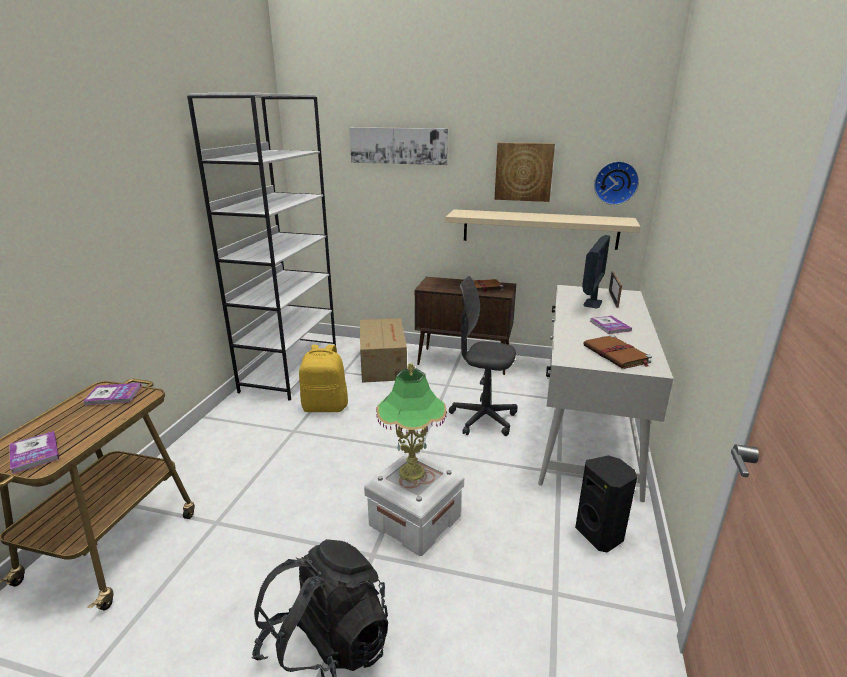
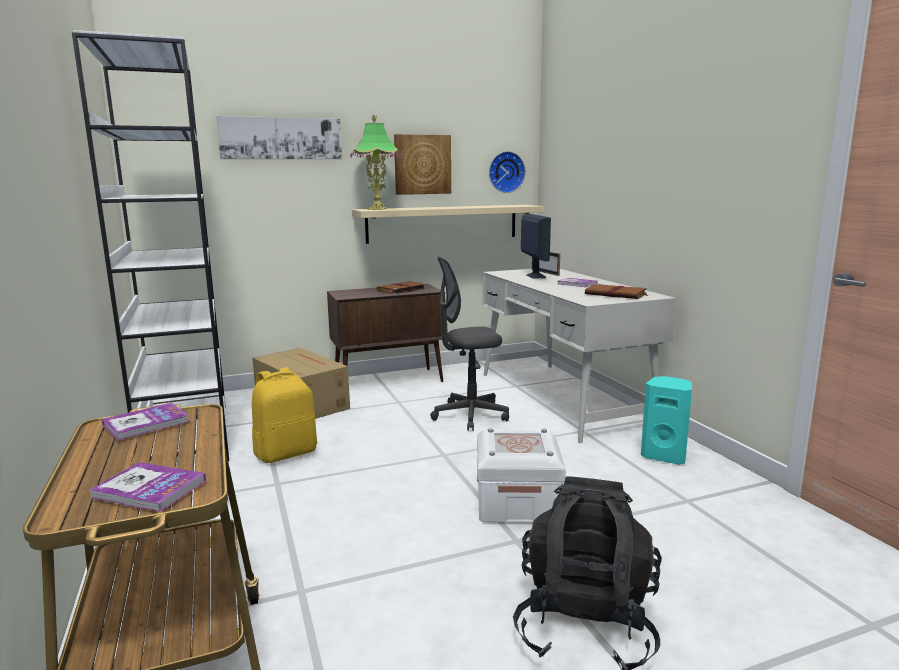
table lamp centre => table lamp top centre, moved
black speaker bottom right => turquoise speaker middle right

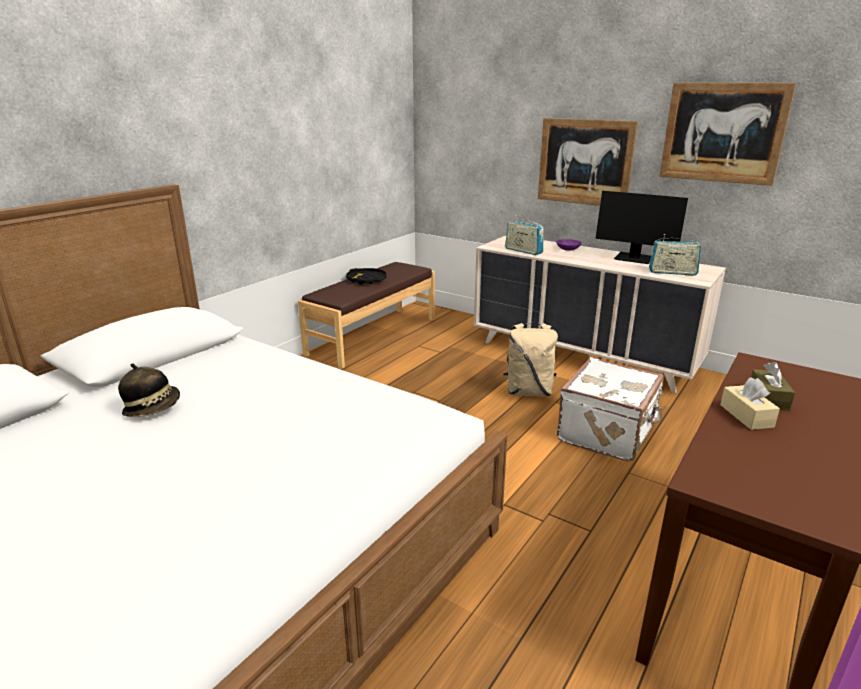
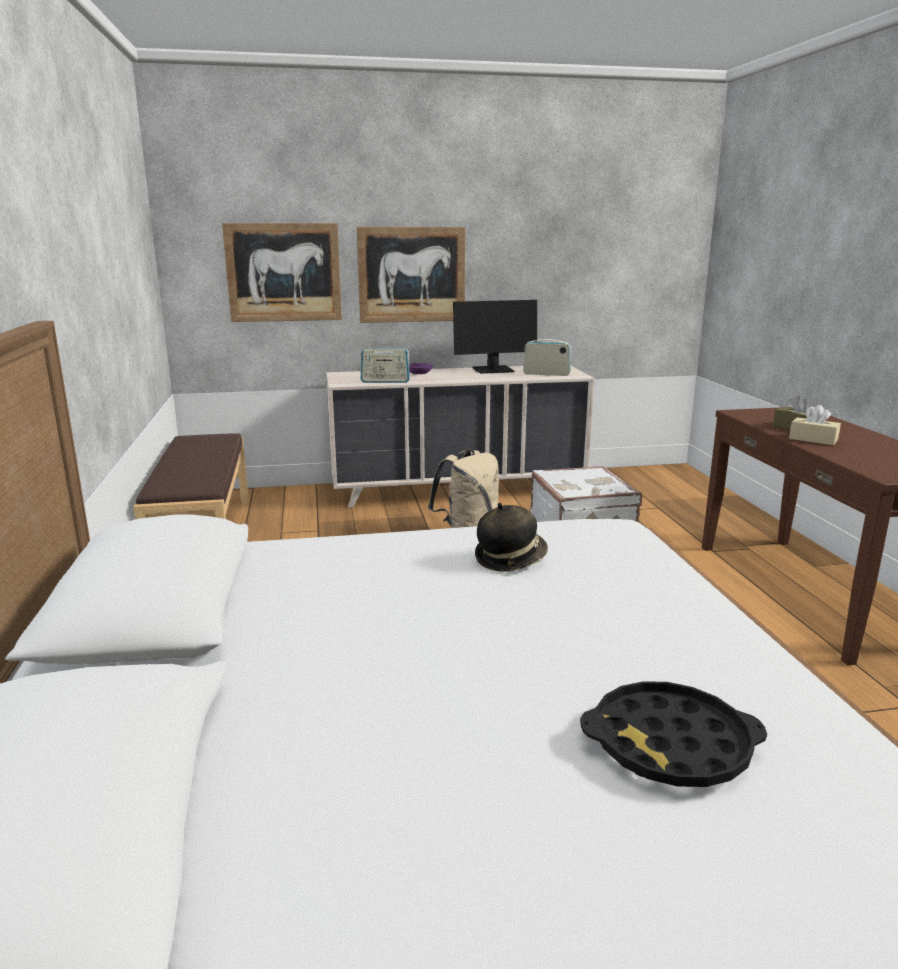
hat middle left => hat centre, moved
black tray centre => black tray bottom right, moved
picture (2nd from left in the first image) top right => picture (1st from left) top left, moved
radio (2nd from left) middle right => radio (2nd from left) centre, 135 degrees counterclockwise

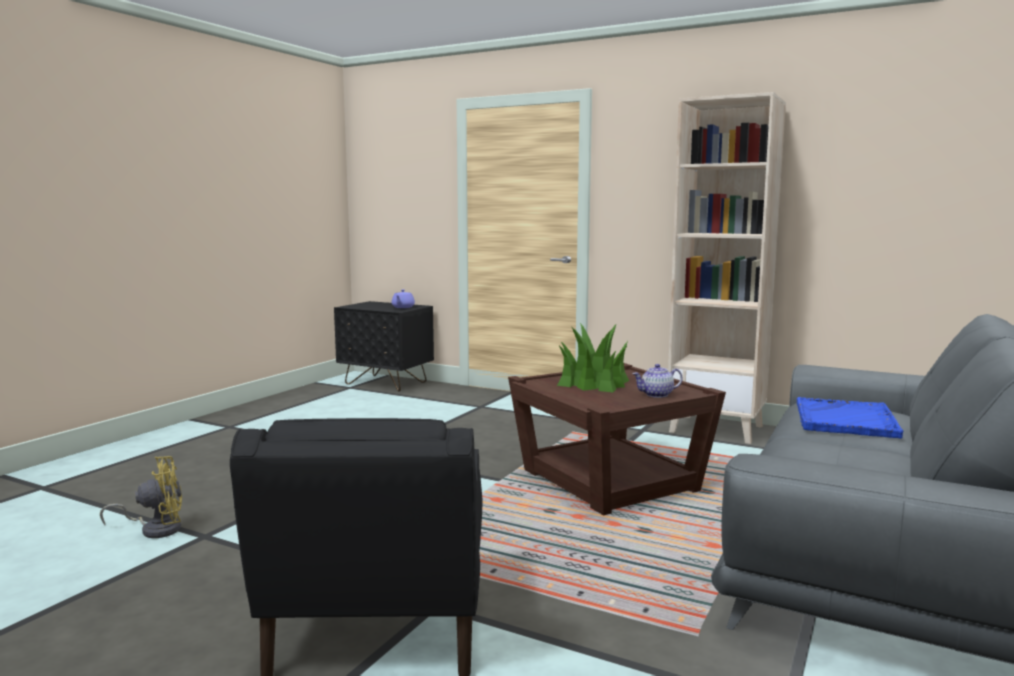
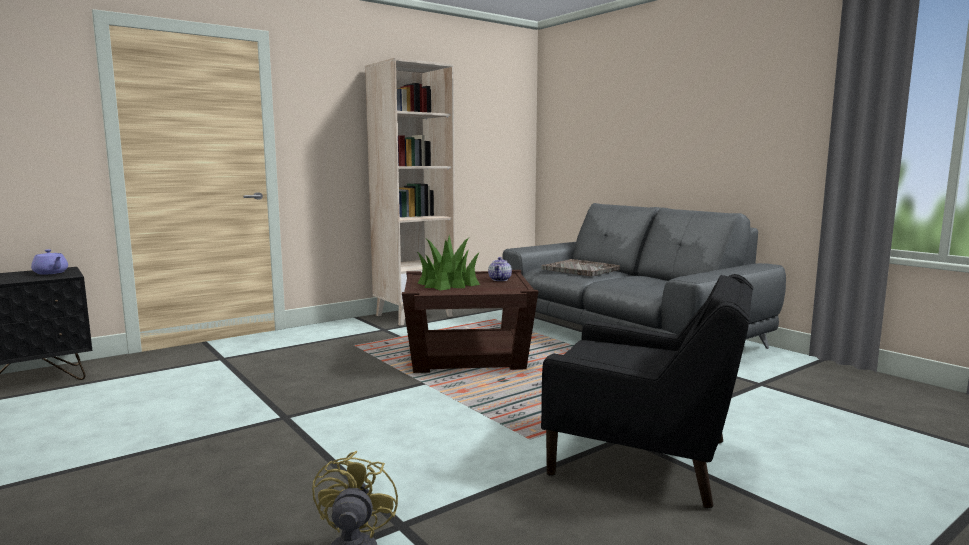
blue tray middle right => grey tray centre

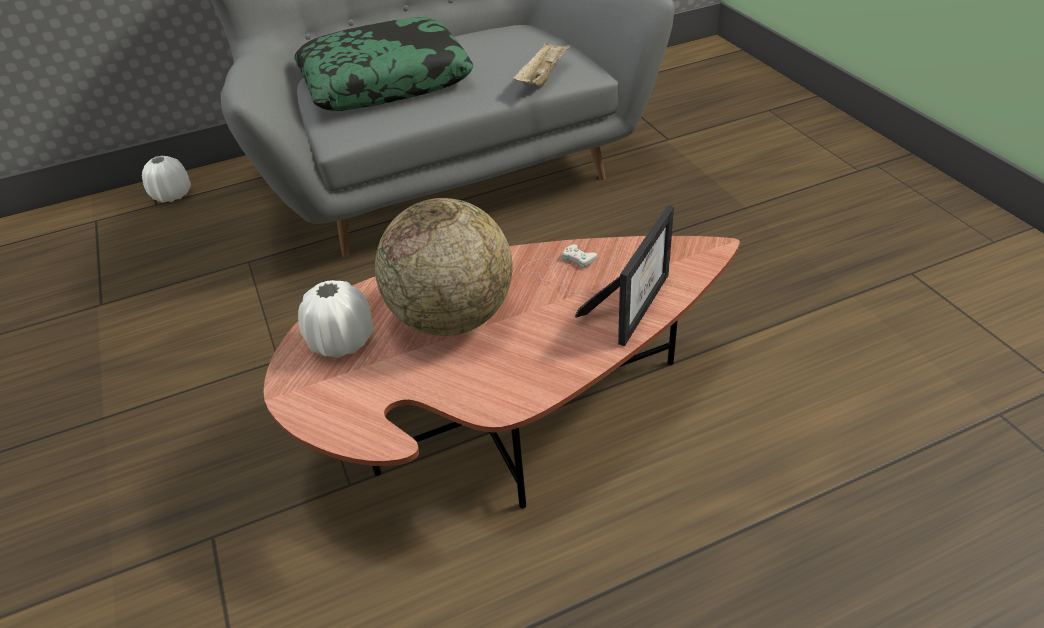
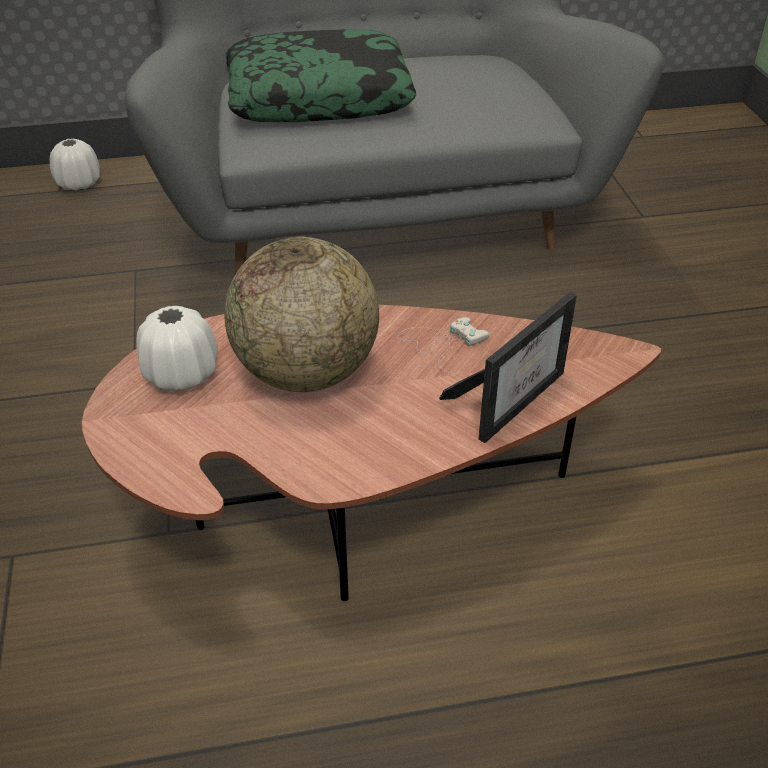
beige tray top centre => nothing

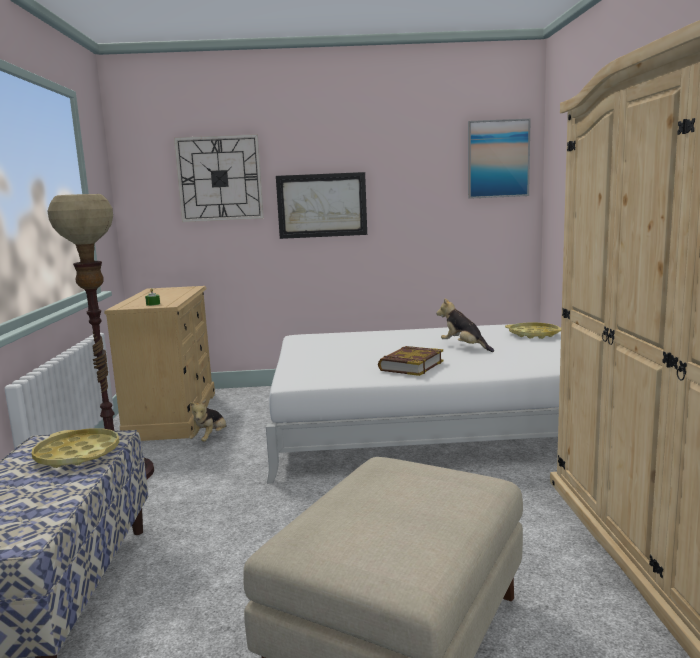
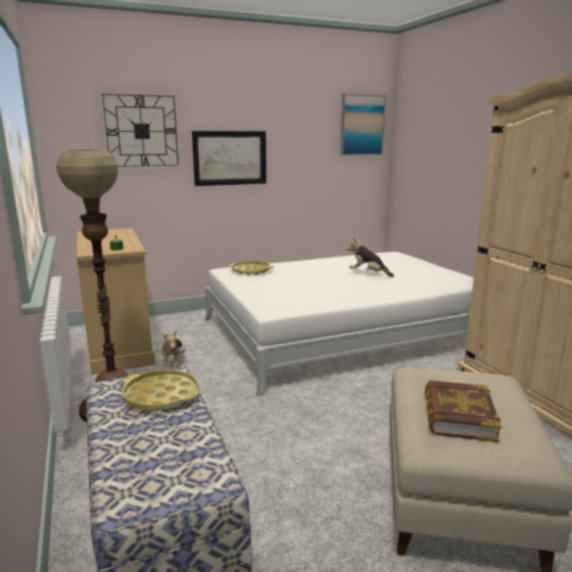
book centre => book bottom right, moved
yellow tray (2nd from left) middle right => yellow tray (2nd from left) centre, moved

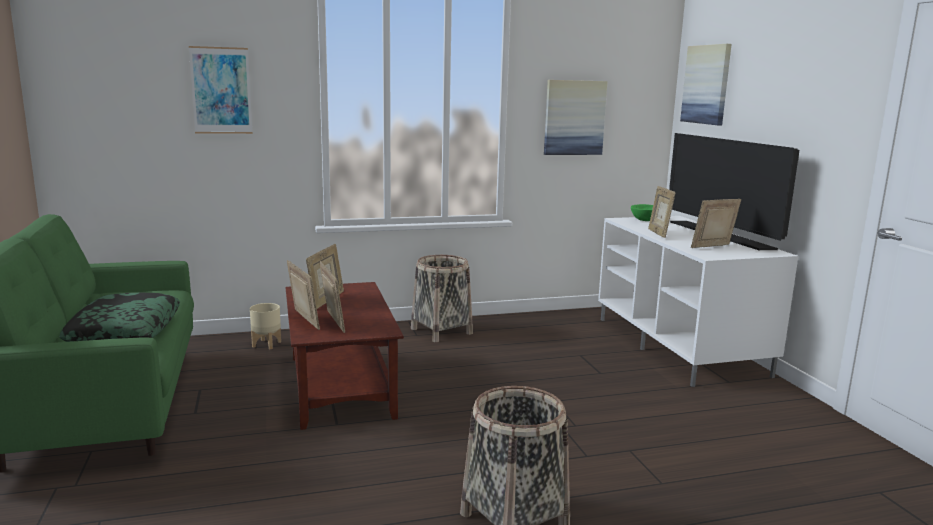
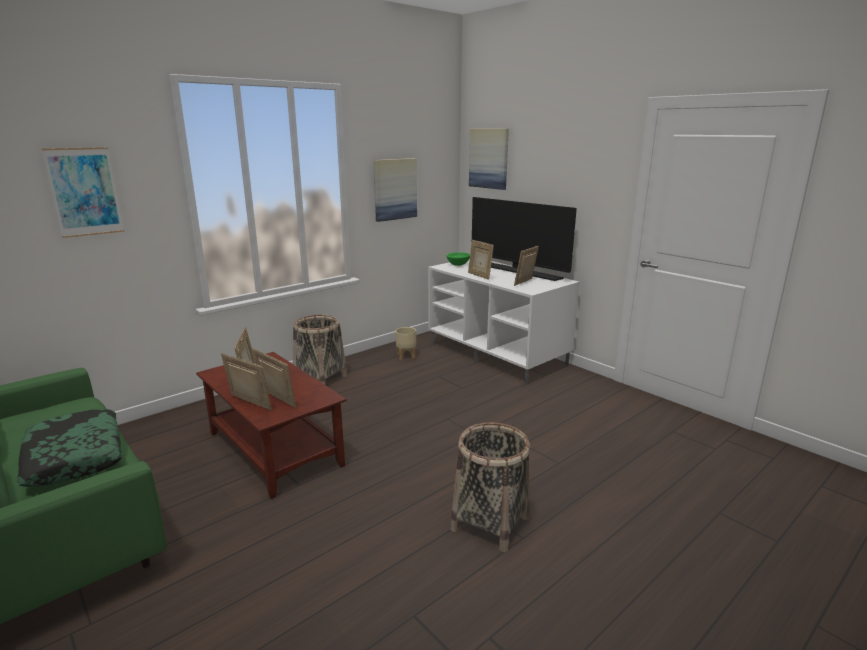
beige planter middle left => beige planter centre, moved

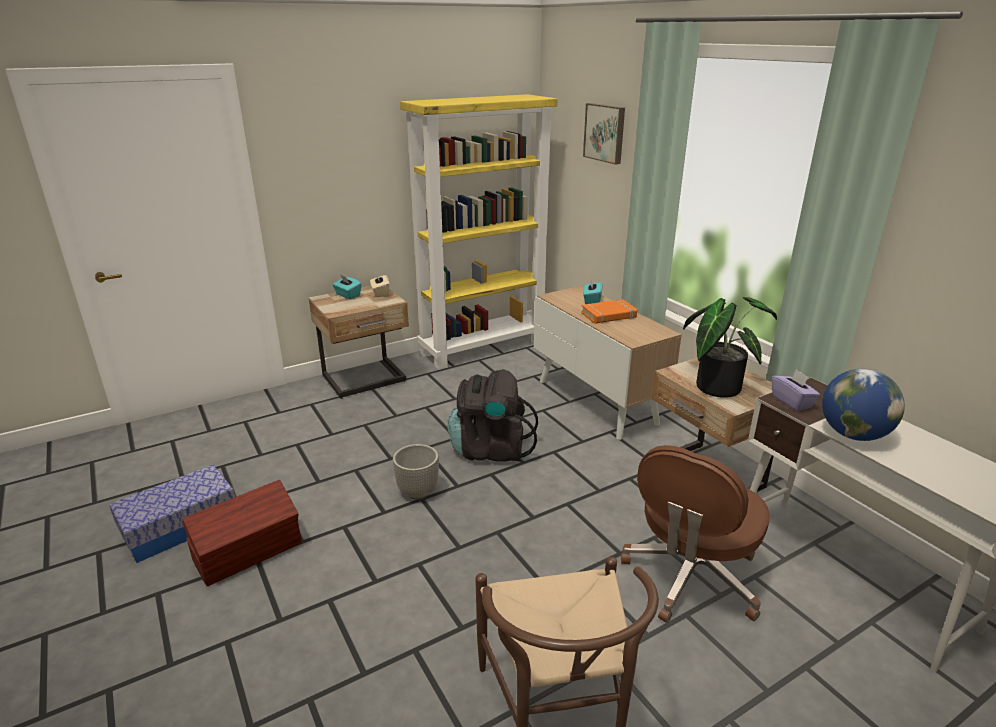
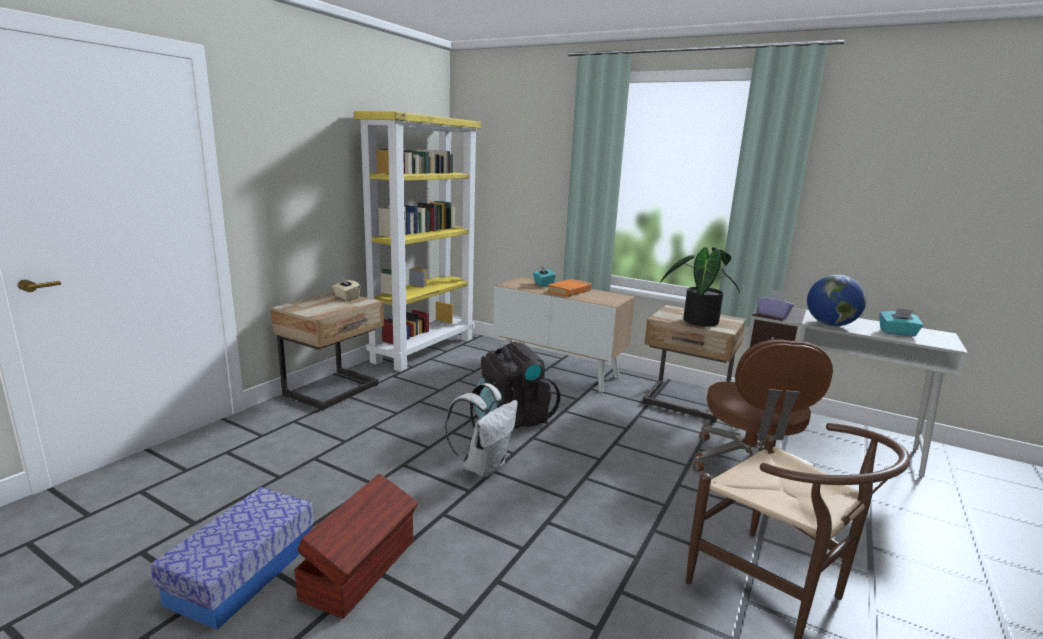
picture top centre => nothing
turquoise tissue box (1st from left in the first image) centre => turquoise tissue box (2nd from left) middle right, moved
planter centre => white backpack bottom centre

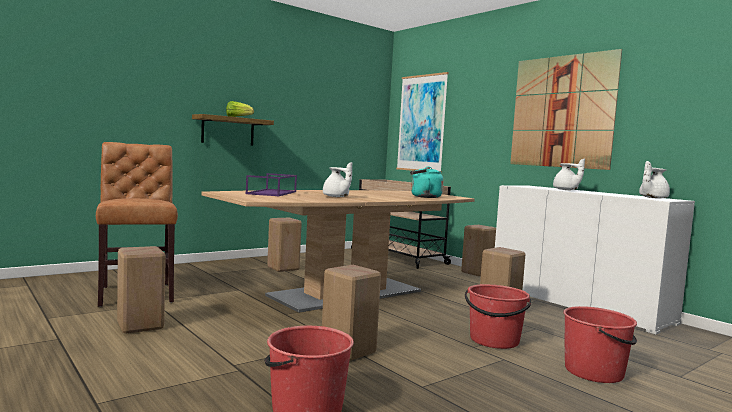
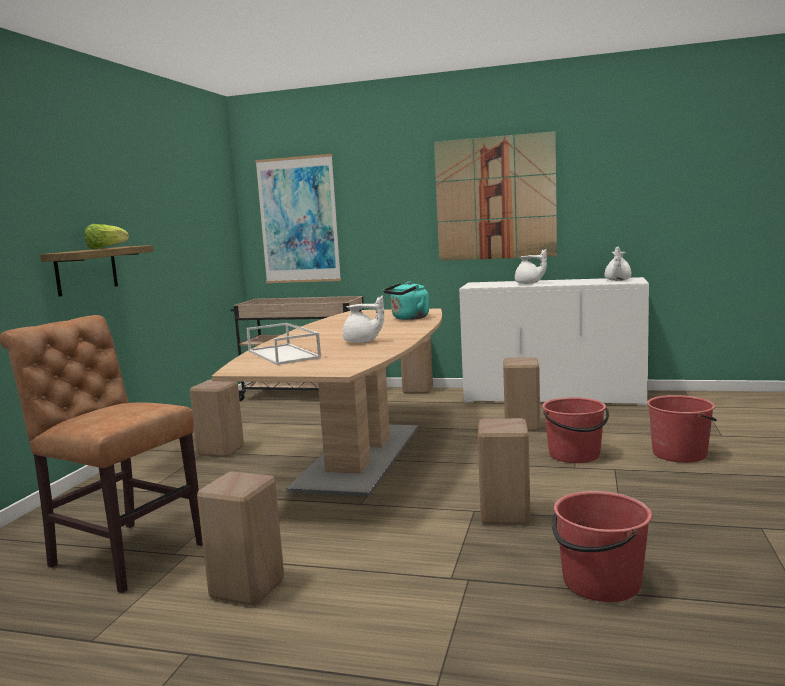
purple tray centre => white tray centre

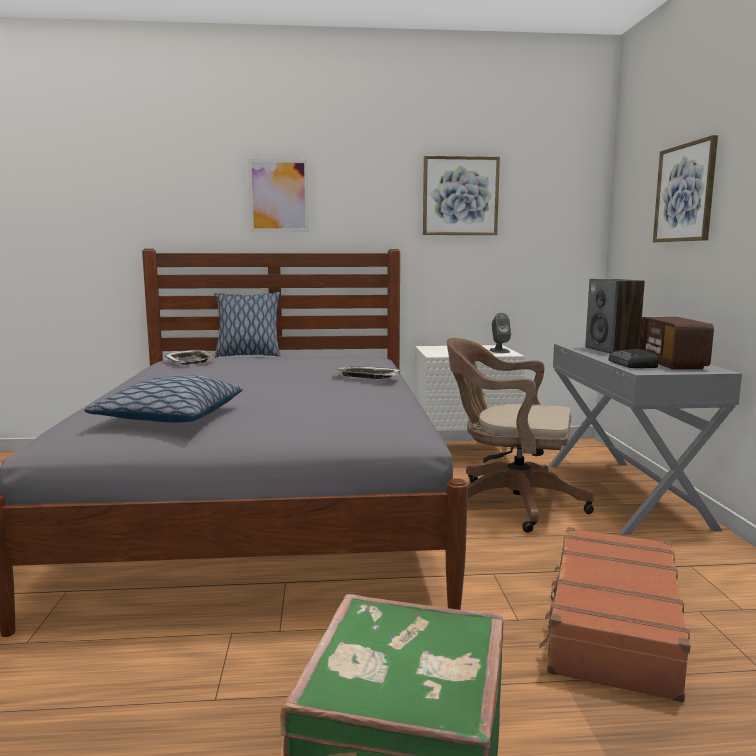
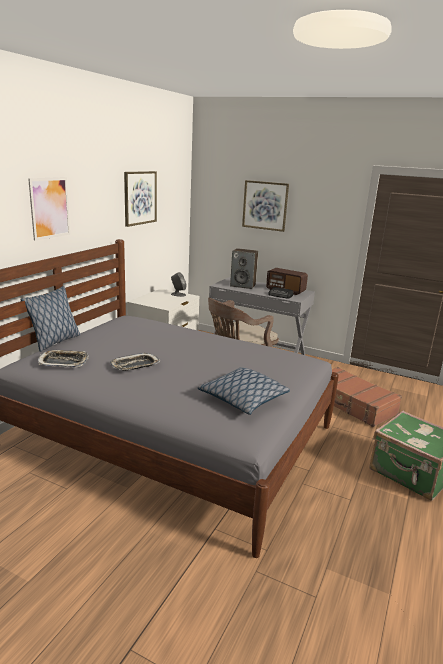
tray (2nd from left) centre => tray (2nd from left) middle left, moved

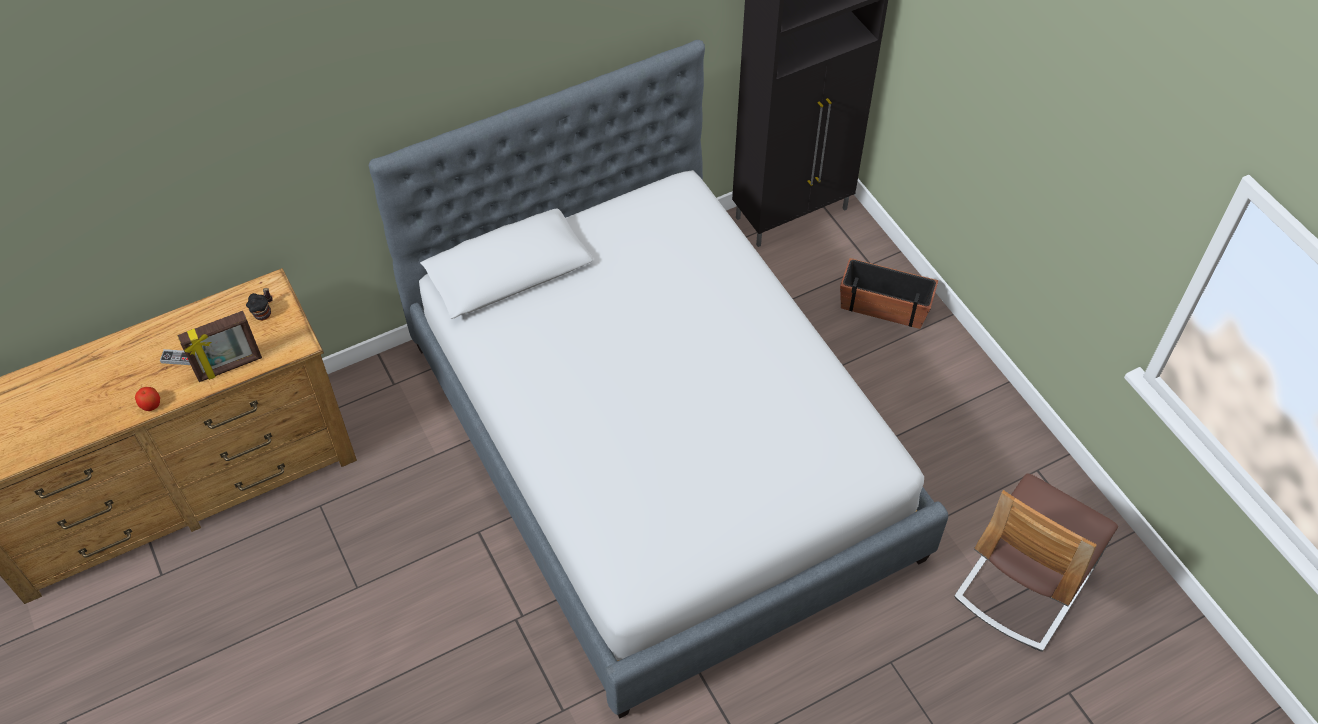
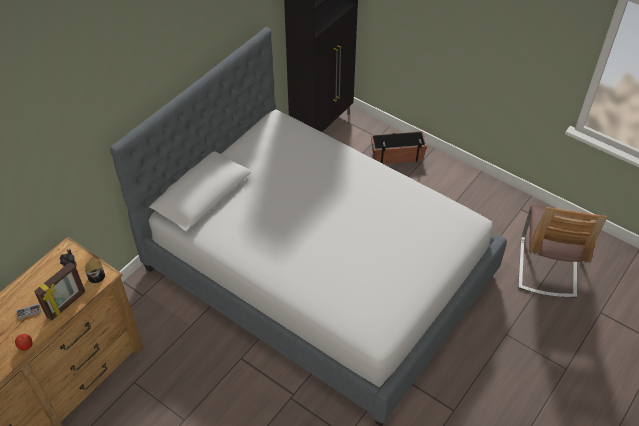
nothing => mug (2nd from left) middle left

